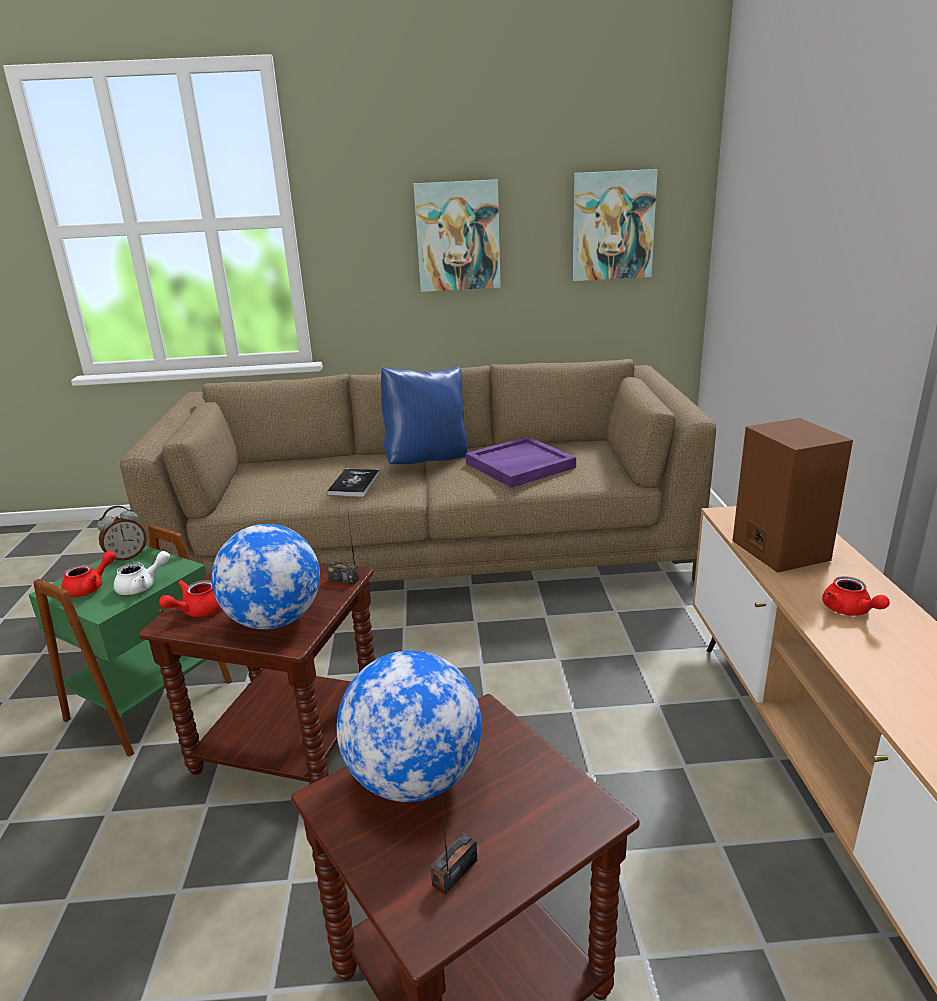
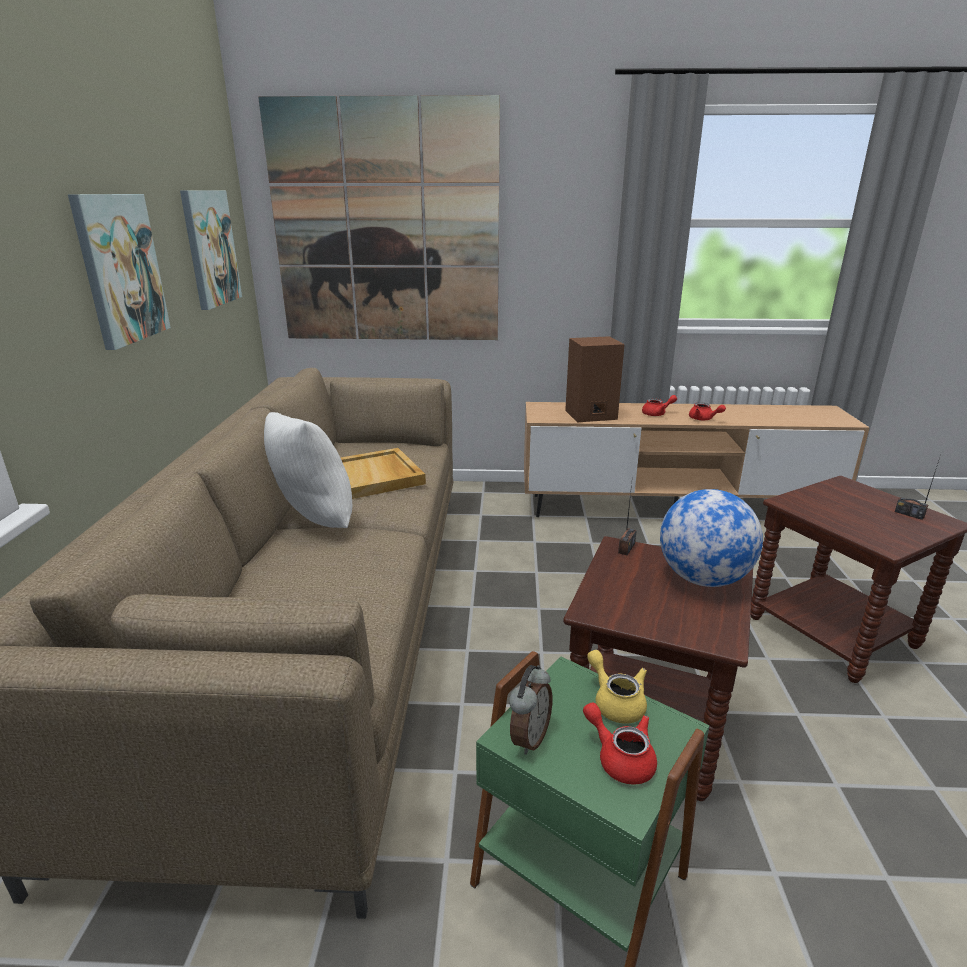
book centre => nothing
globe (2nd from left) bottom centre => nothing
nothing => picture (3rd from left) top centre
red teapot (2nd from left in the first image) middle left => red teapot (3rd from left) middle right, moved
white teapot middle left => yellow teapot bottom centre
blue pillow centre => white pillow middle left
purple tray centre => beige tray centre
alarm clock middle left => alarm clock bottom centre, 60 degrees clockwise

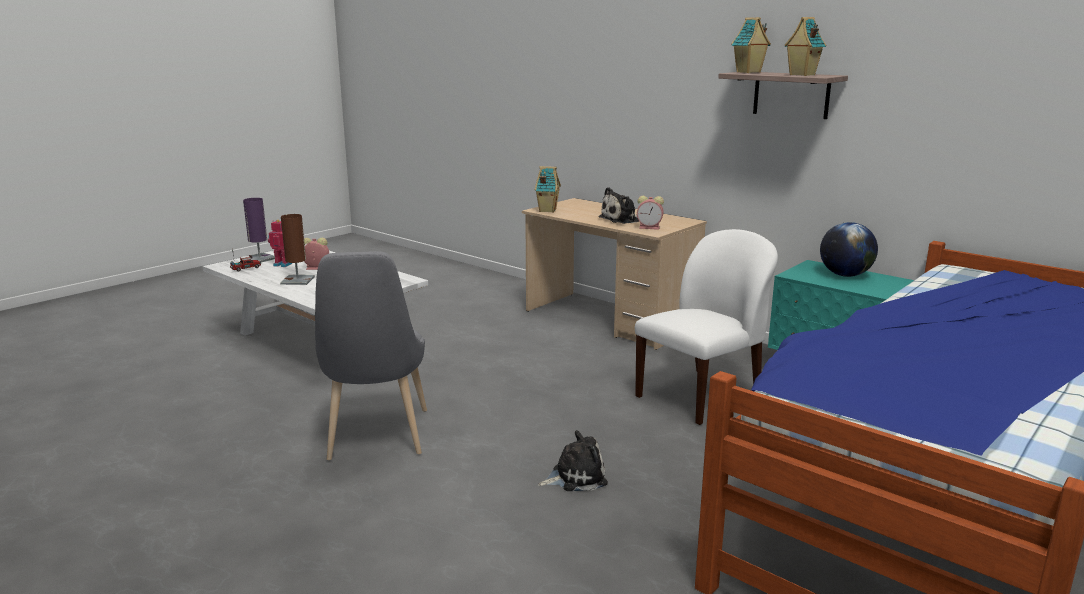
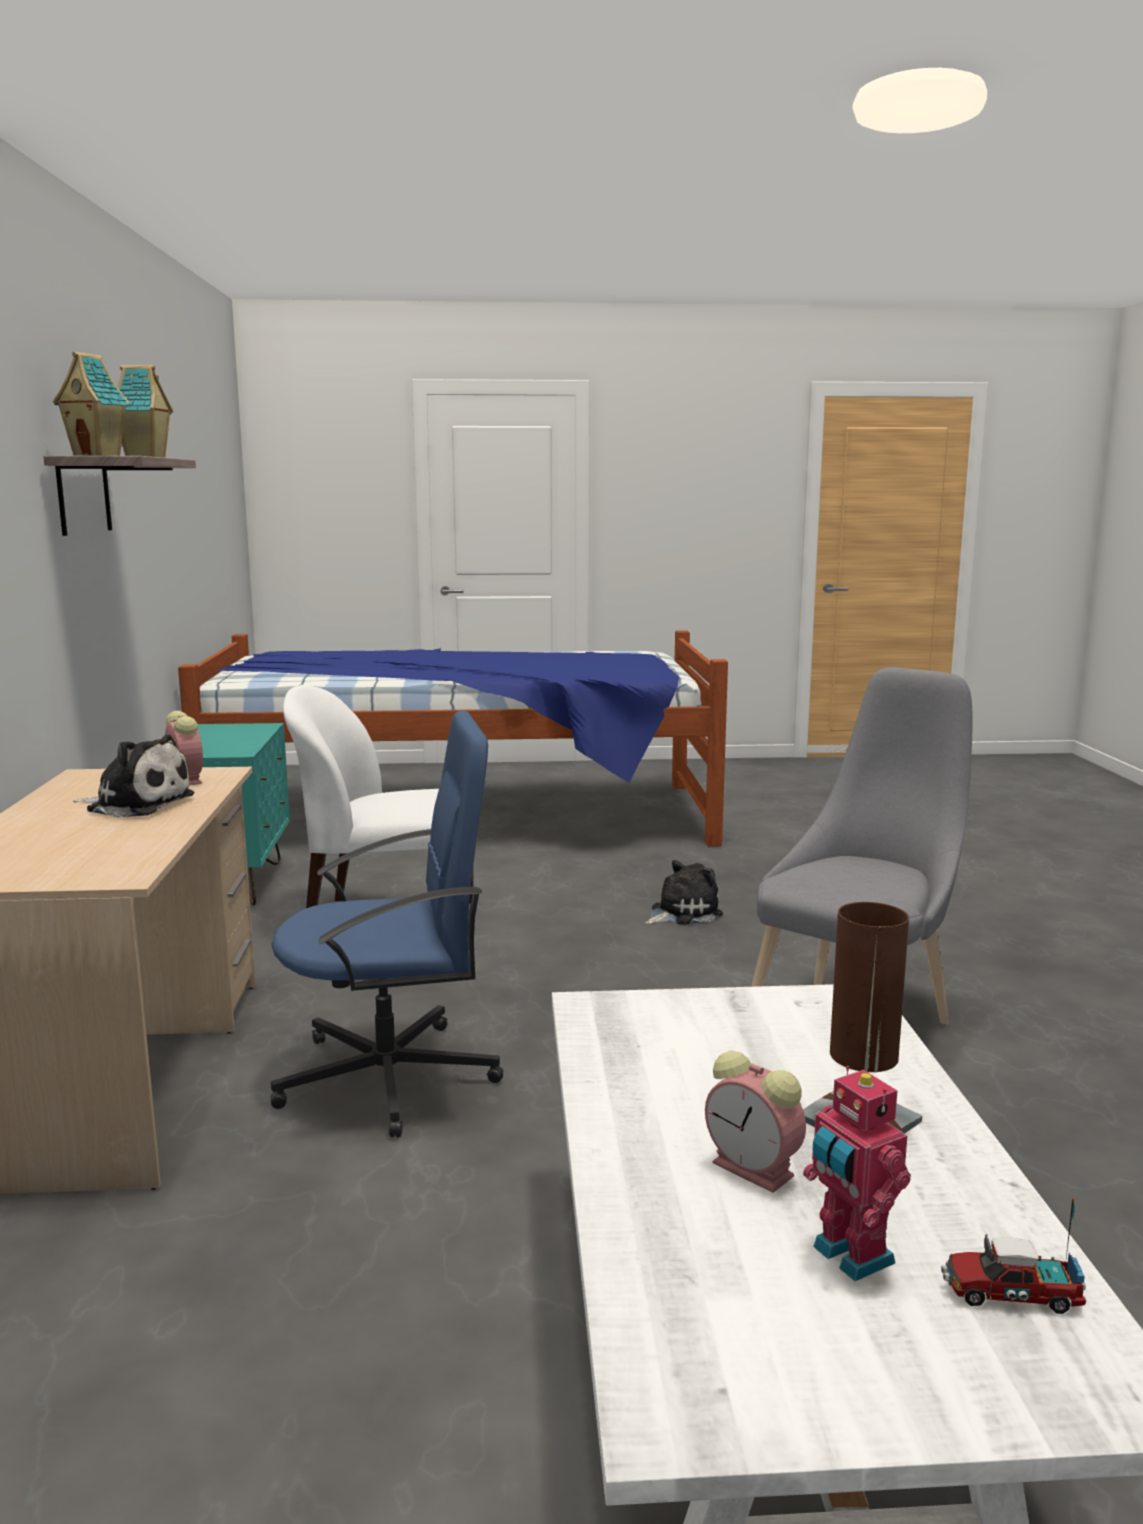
purple table lamp middle left => nothing
toy house (1st from left) top centre => nothing
globe middle right => nothing
nothing => blue office chair centre
plush toy (1st from left in the first image) bottom centre => plush toy (2nd from left) centre, 120 degrees clockwise

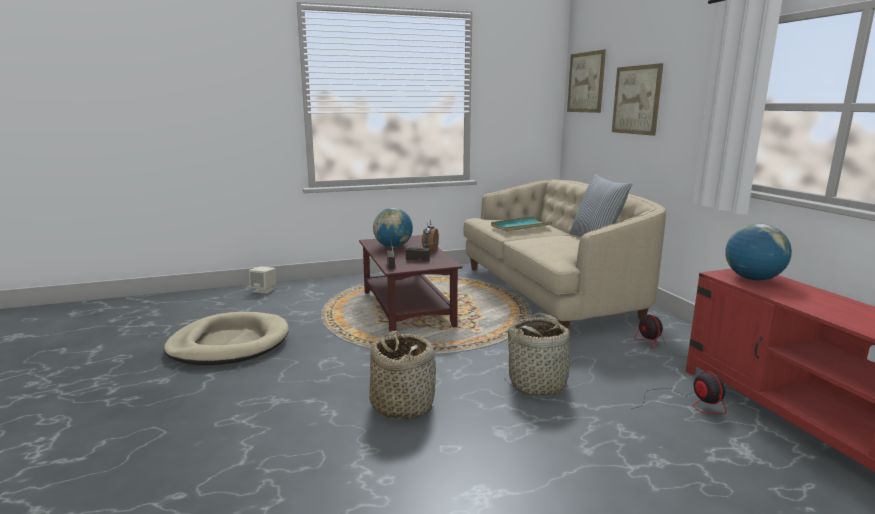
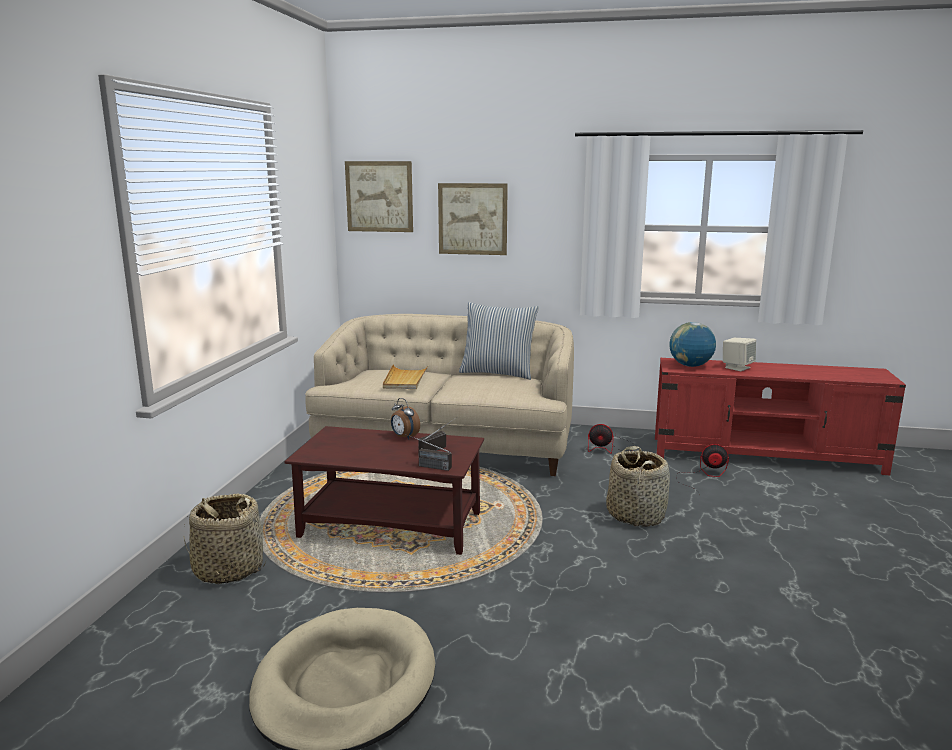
globe (1st from left) centre => nothing
beige speaker middle left => beige speaker middle right, moved
basket (1st from left) bottom centre => basket (1st from left) bottom left, moved
turquoise tray centre => beige tray centre

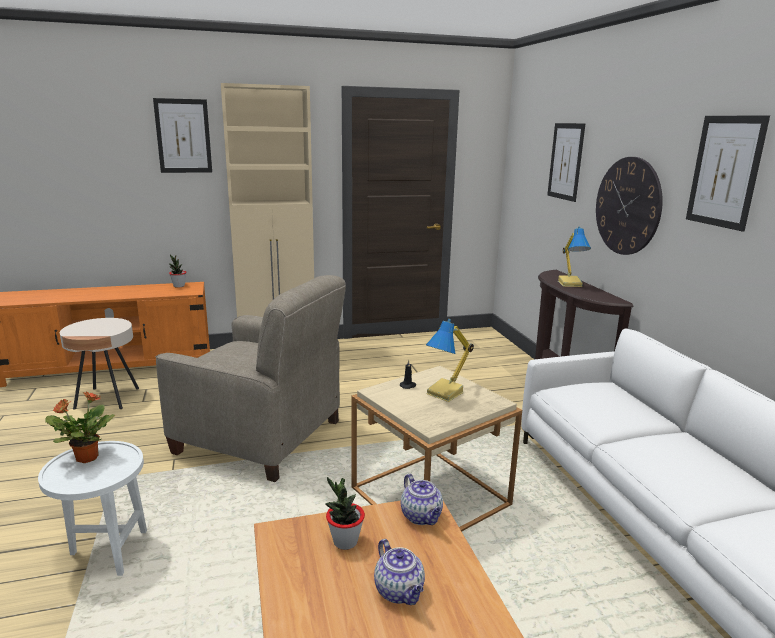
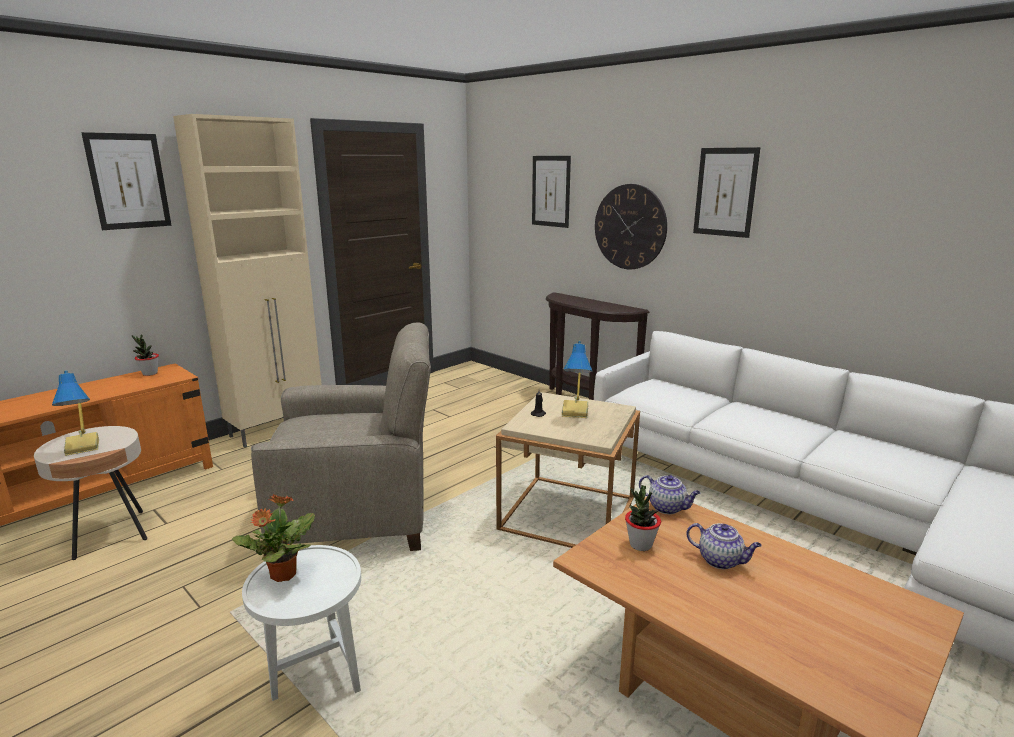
table lamp (2nd from left in the first image) middle right => table lamp (1st from left) middle left, moved

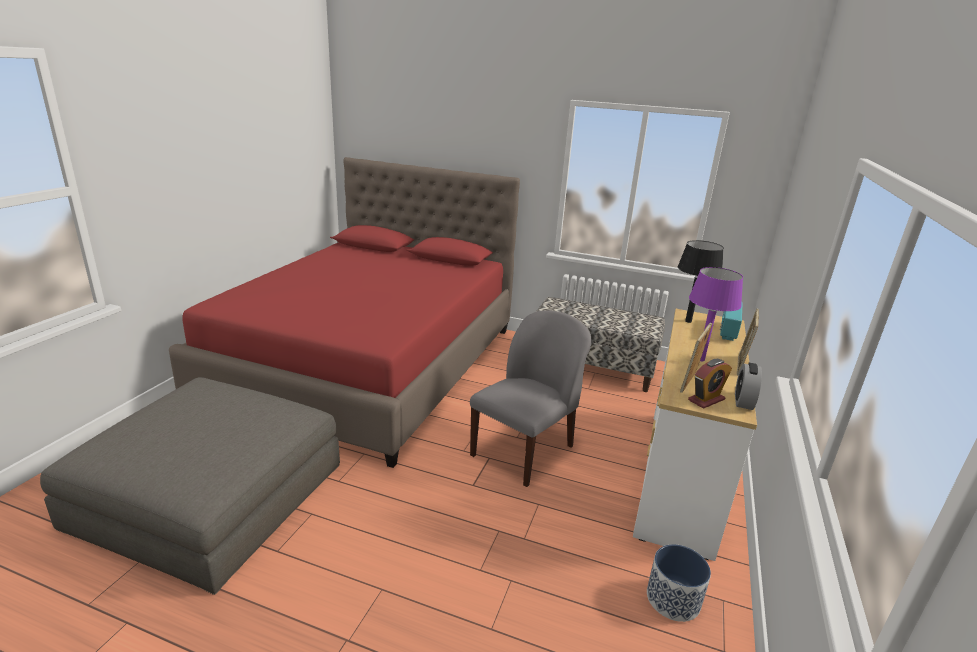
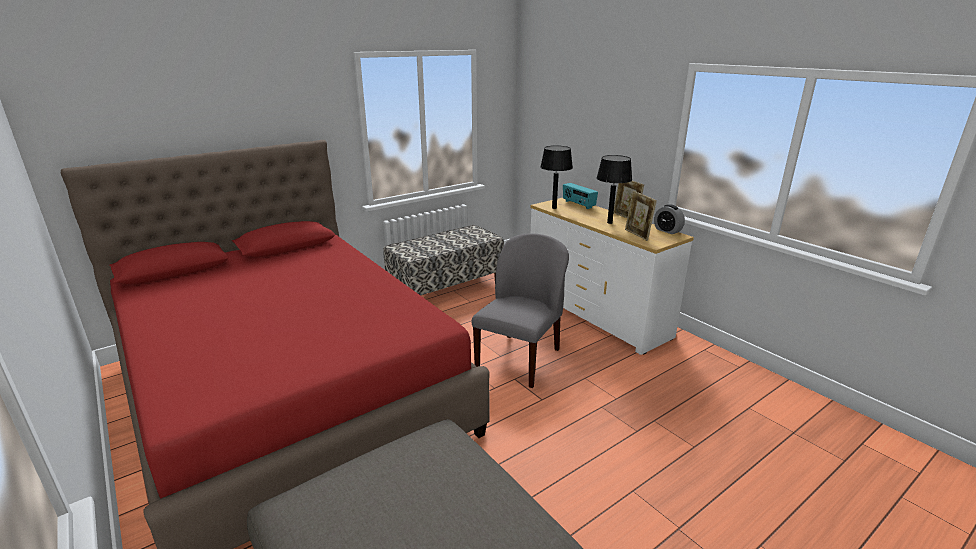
planter bottom right => nothing
alarm clock (1st from left) middle right => nothing
purple table lamp middle right => black table lamp (2nd from left) centre
grey chair centre, 45 degrees clockwise

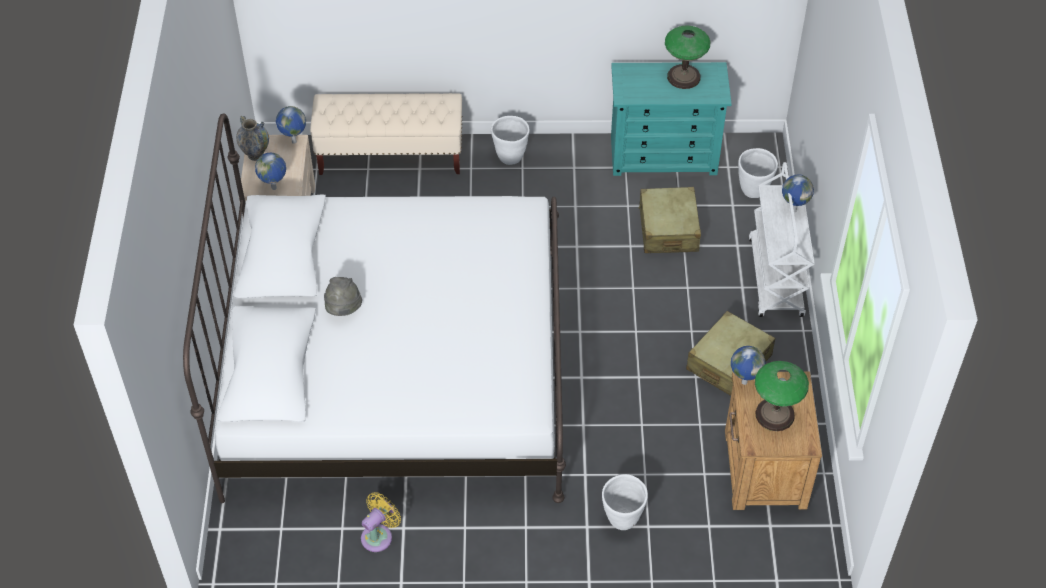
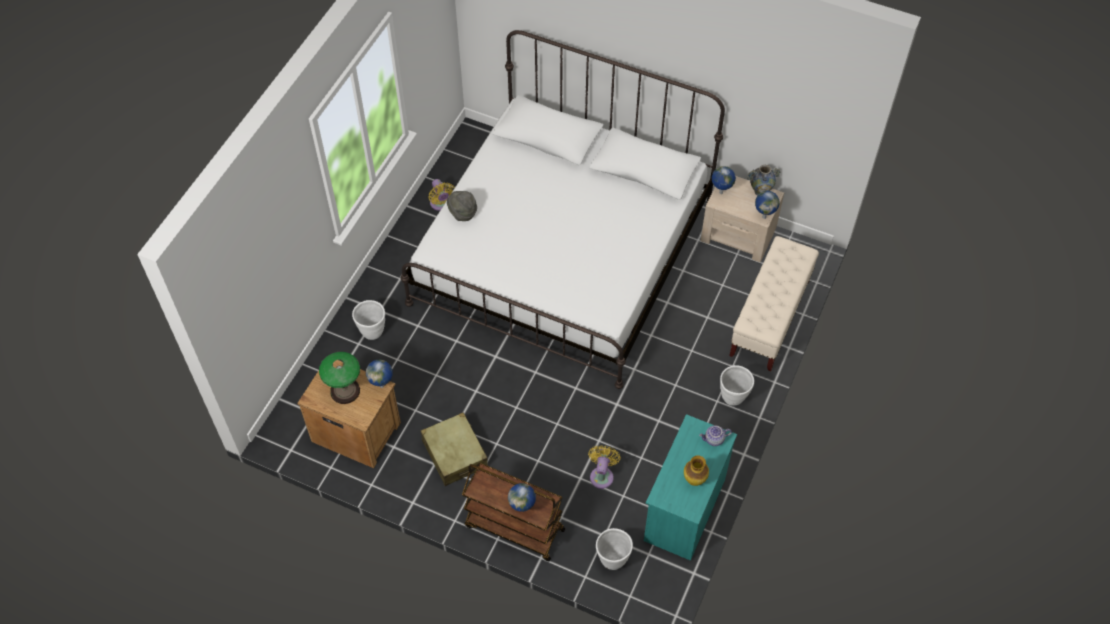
nothing => teapot bottom centre
grey hat middle left => grey hat top centre, moved
beige suitcase (1st from left) centre => yellow fan (2nd from left) bottom centre
table lamp (1st from left) top centre => vase (1st from left) bottom centre
white cart middle right => brown cart bottom centre

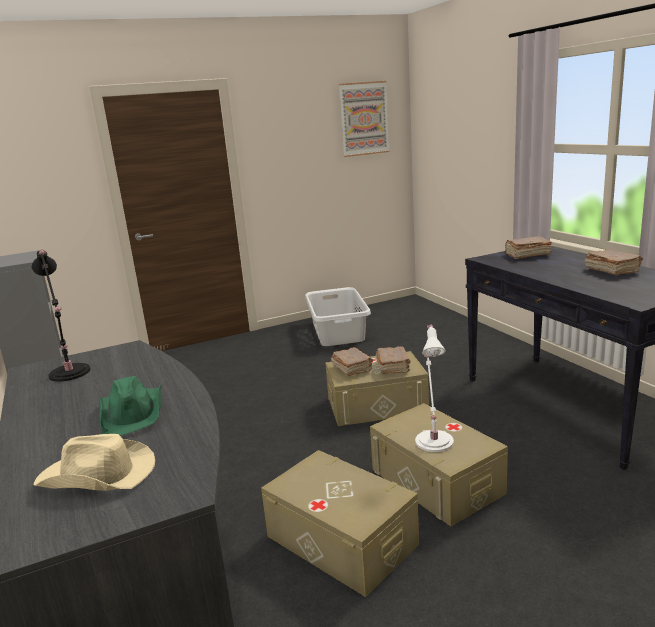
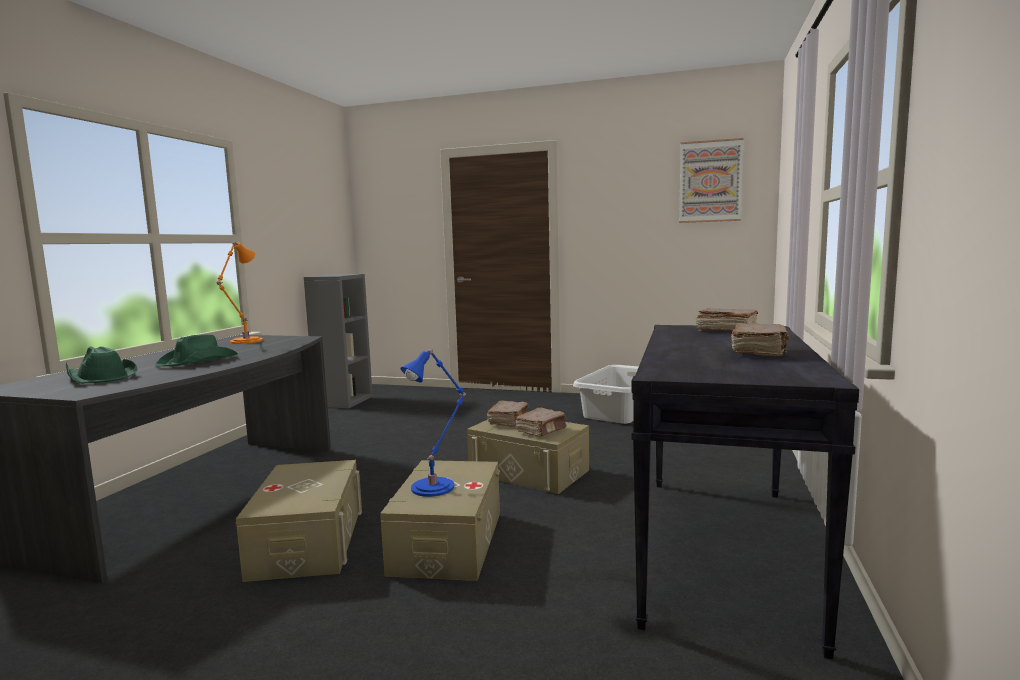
black table lamp middle left => orange table lamp middle left
beige hat bottom left => green hat (1st from left) middle left
white table lamp centre => blue table lamp centre

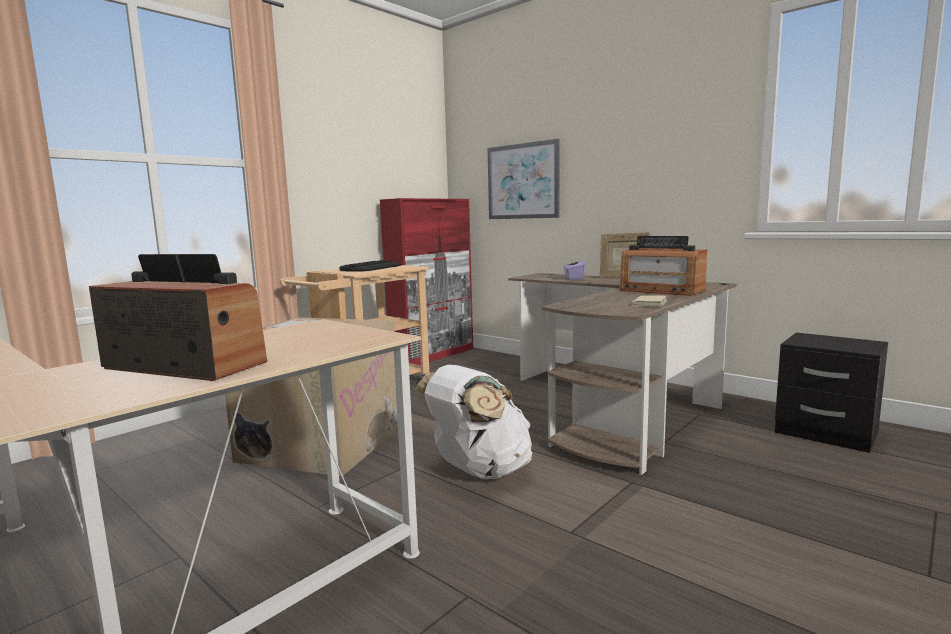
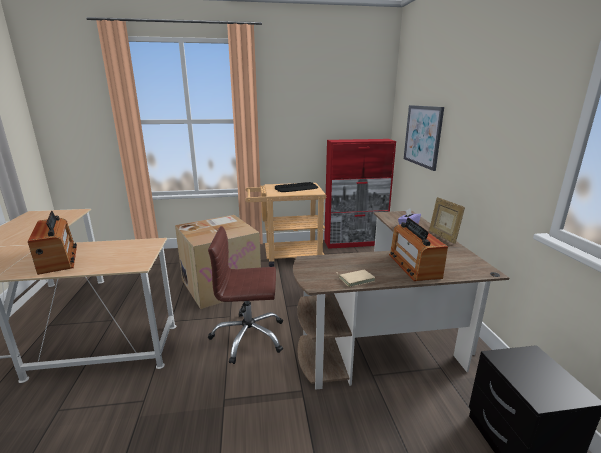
white backpack centre => brown office chair centre

